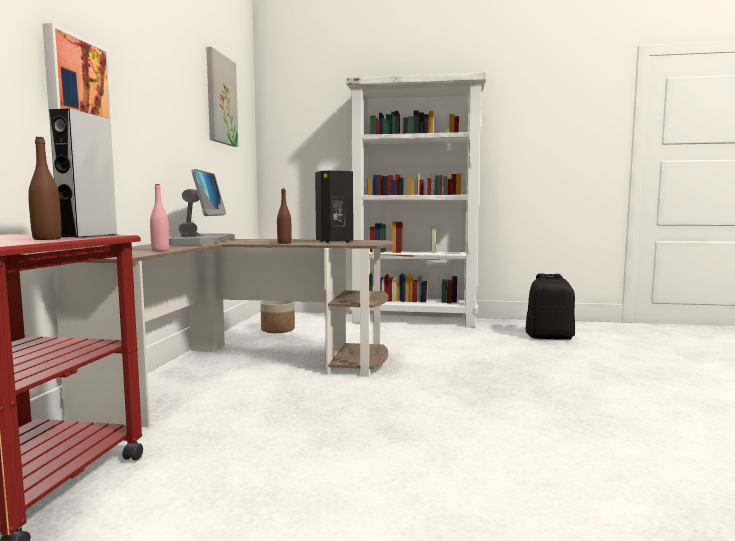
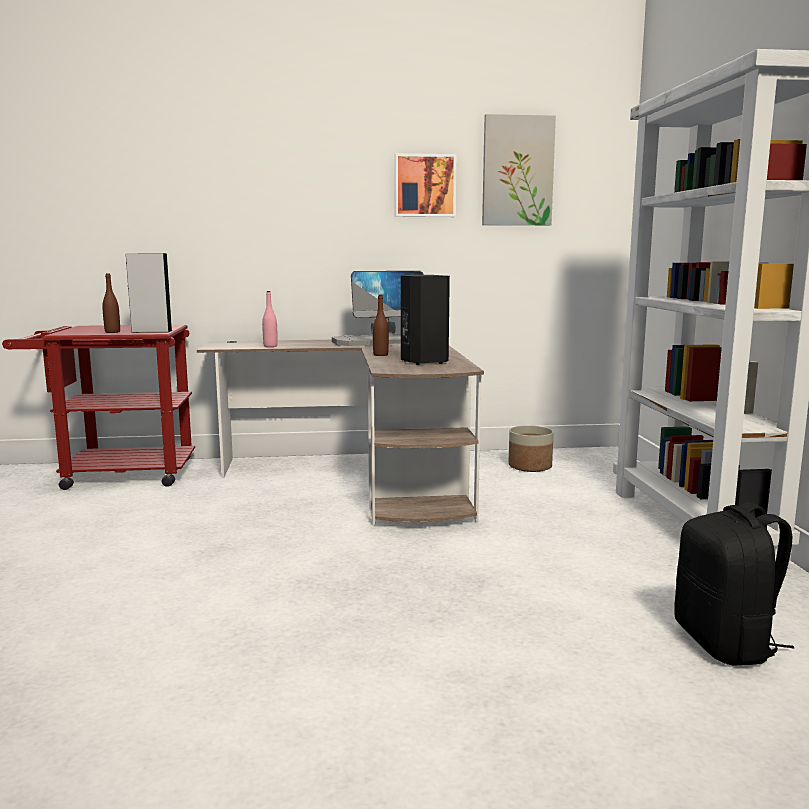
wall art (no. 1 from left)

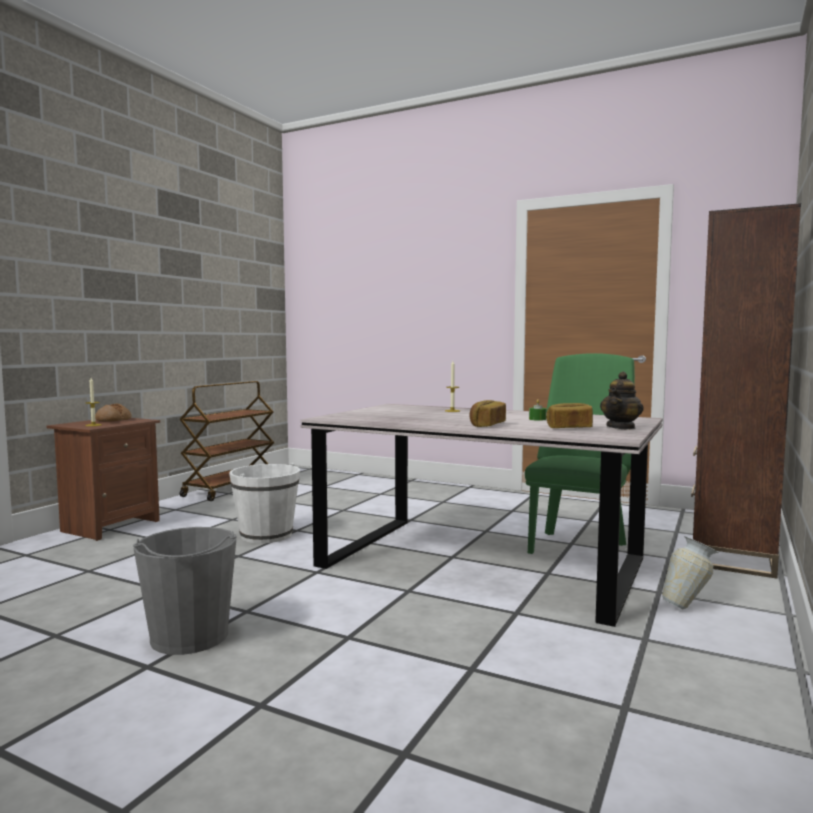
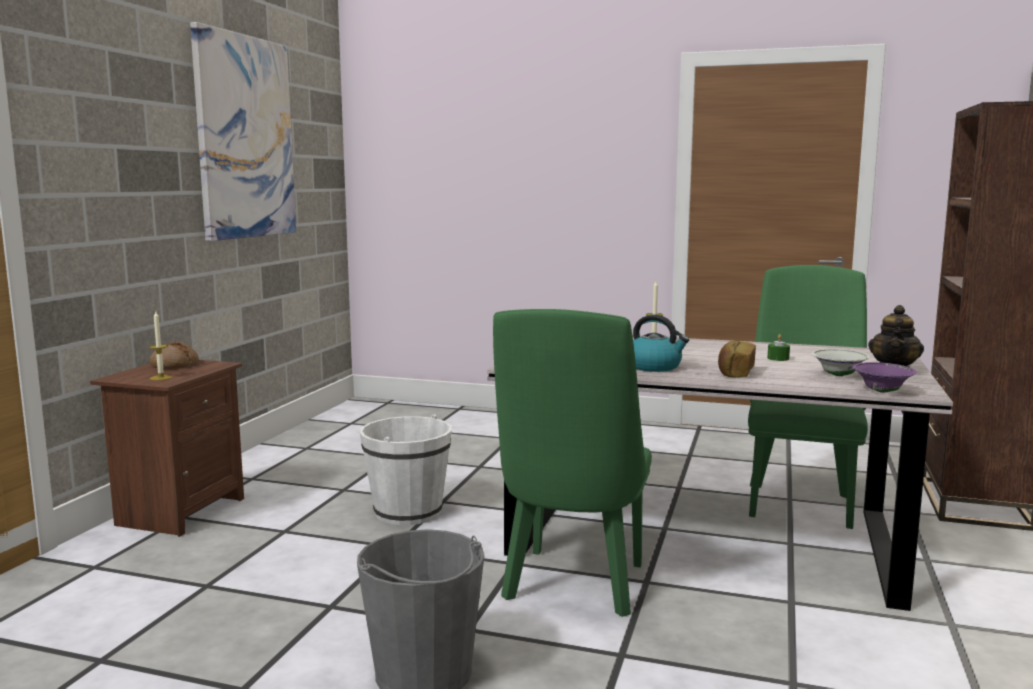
brownish cart; white-coloured serving bowl; decorative vase; wall art; green plain chair (no. 1 from left); water kettle; purple-coloured serving bowl

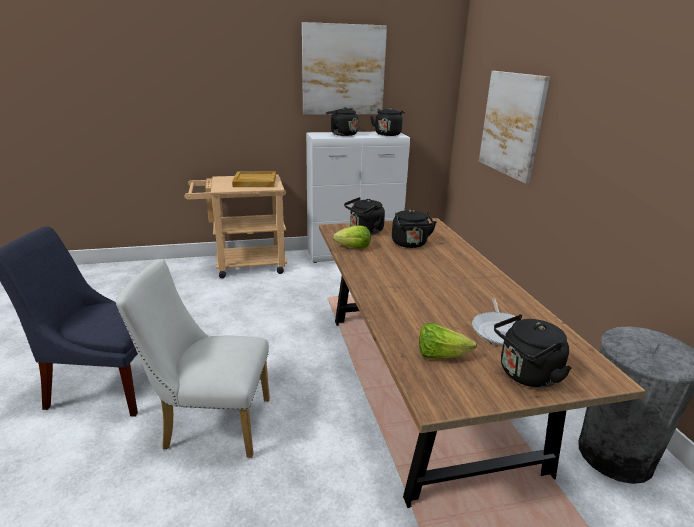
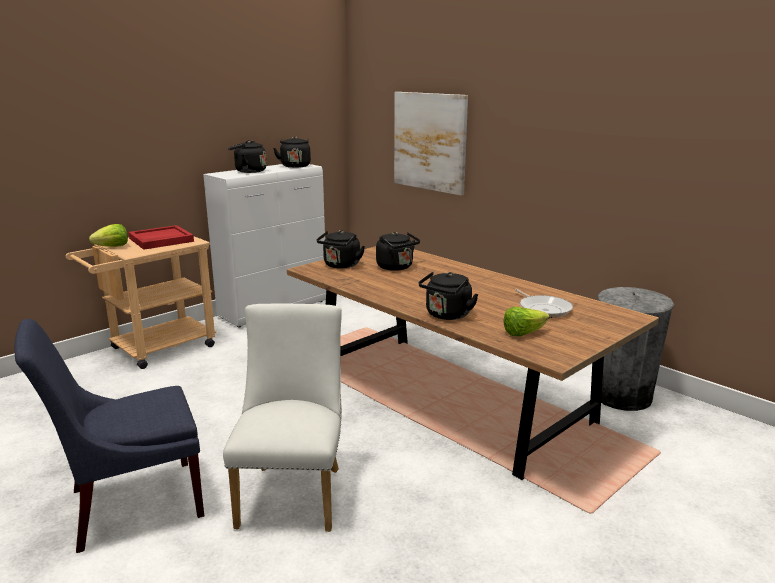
wall art (no. 1 from left in the first image); red-coloured serving tray; head of lettuce (no. 1 from left); white-coloured plain chair; black-coloured water kettle (no. 5 from left)

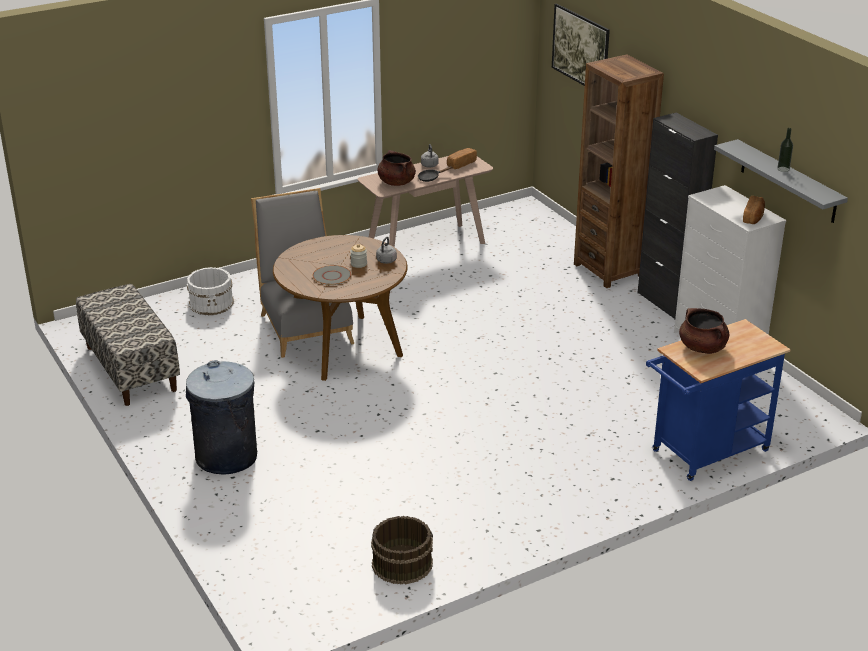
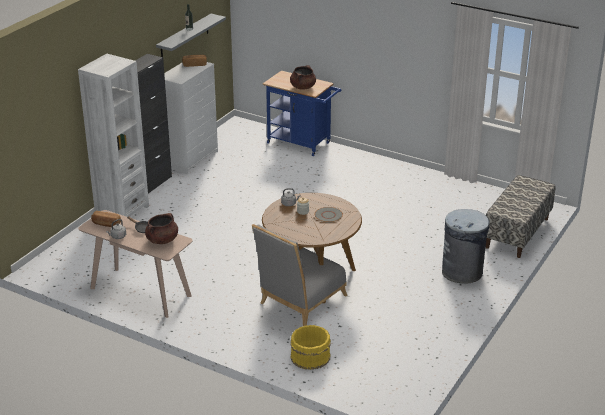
wall art; white-coloured bookshelf; yellowish bucket; bench; brownish bucket

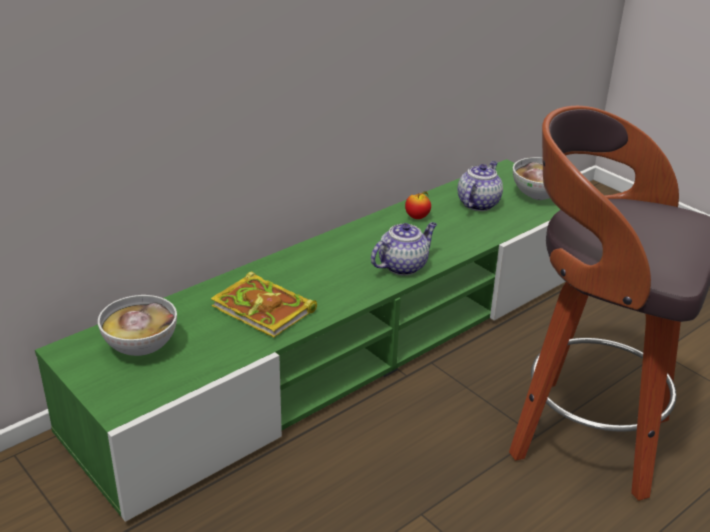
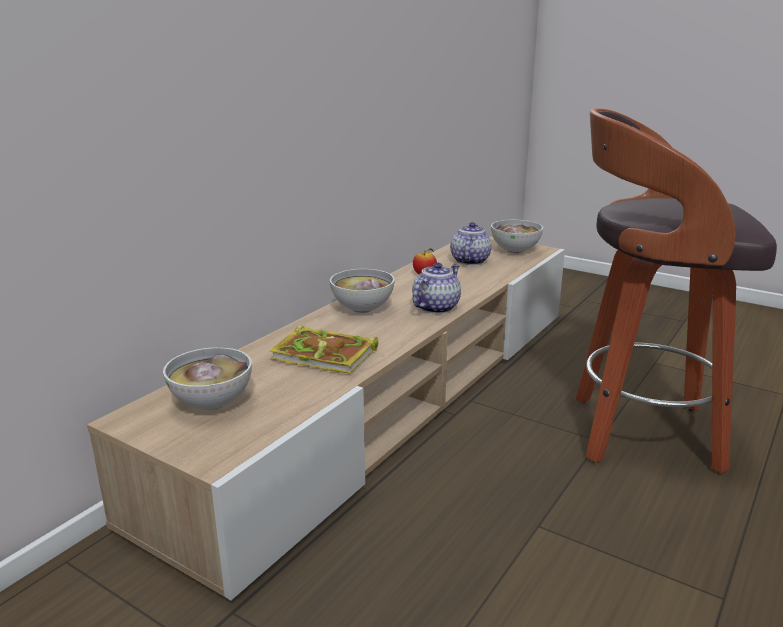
beige-coloured tv unit; serving bowl (no. 2 from left)

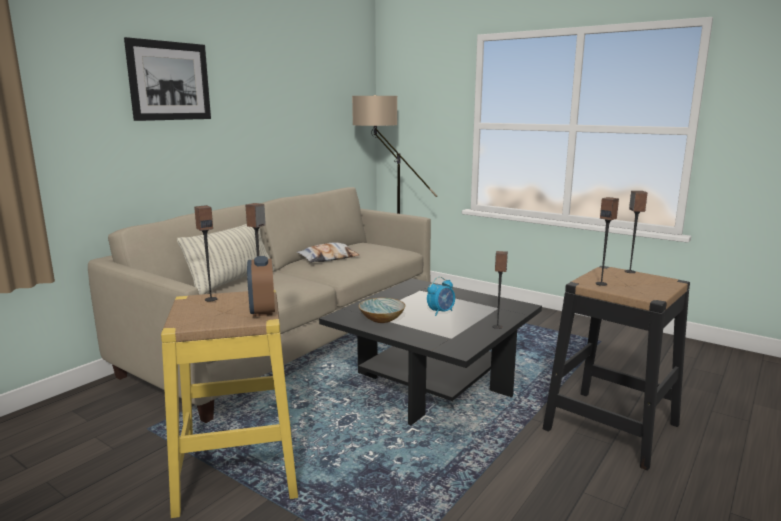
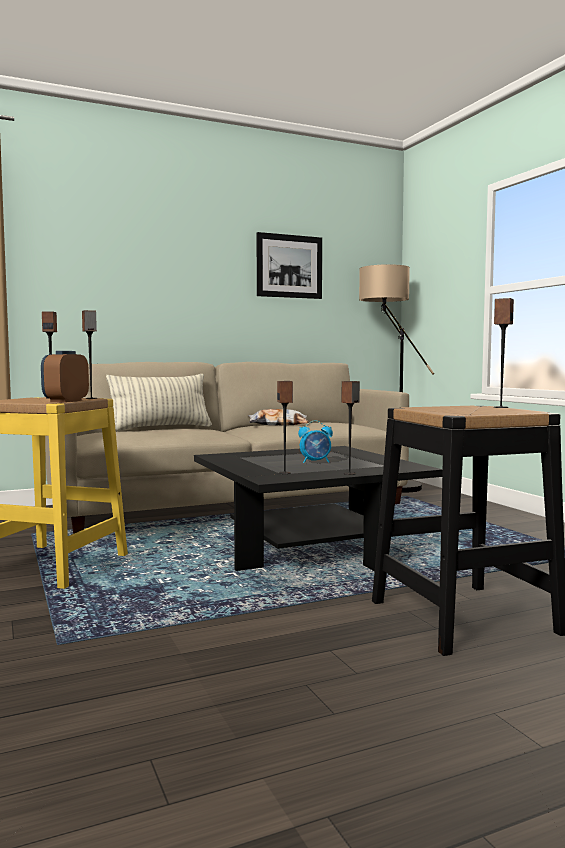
wall art; audio speaker (no. 3 from left); serving bowl

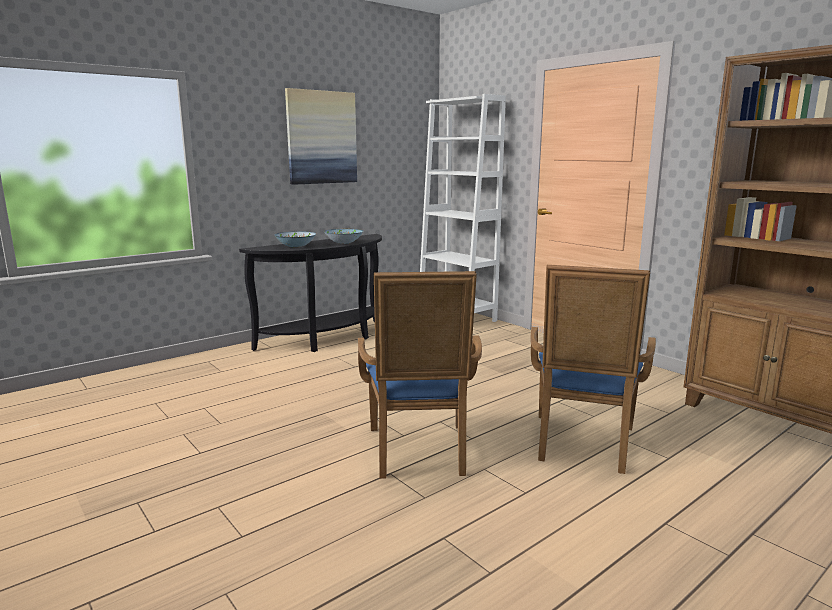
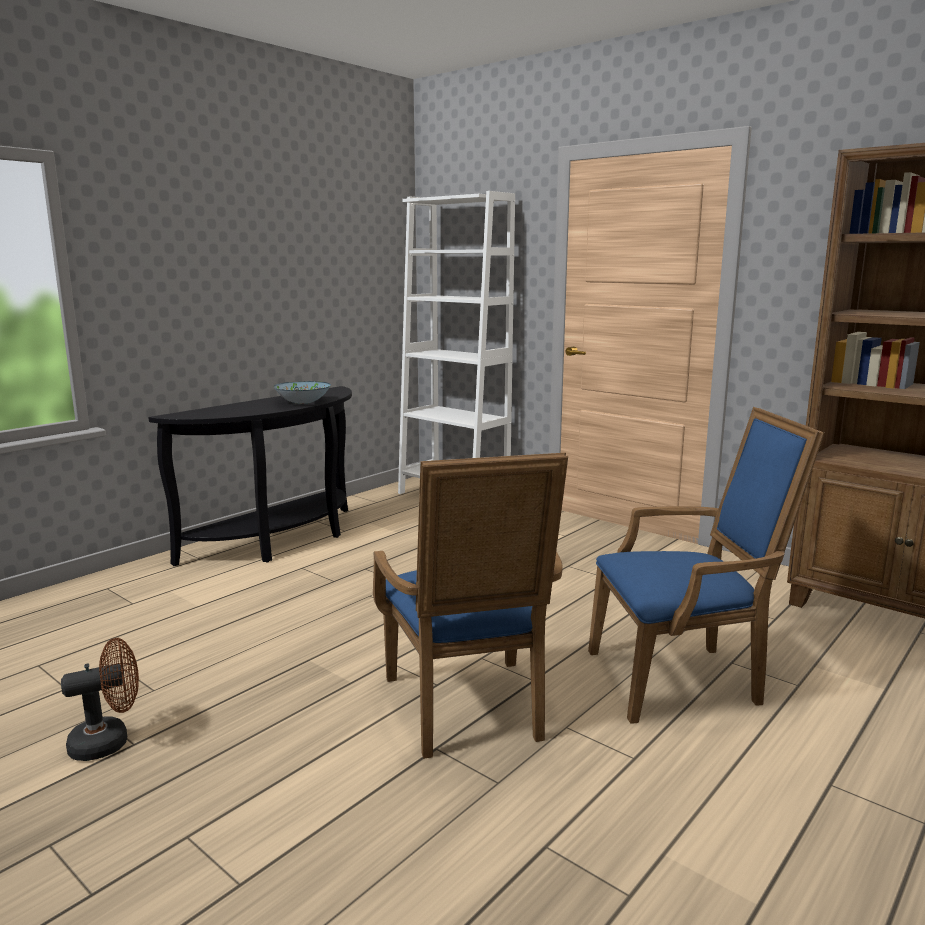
wall art; serving bowl (no. 1 from left in the first image); bluish easy chair (no. 2 from left); brownish cooling fan

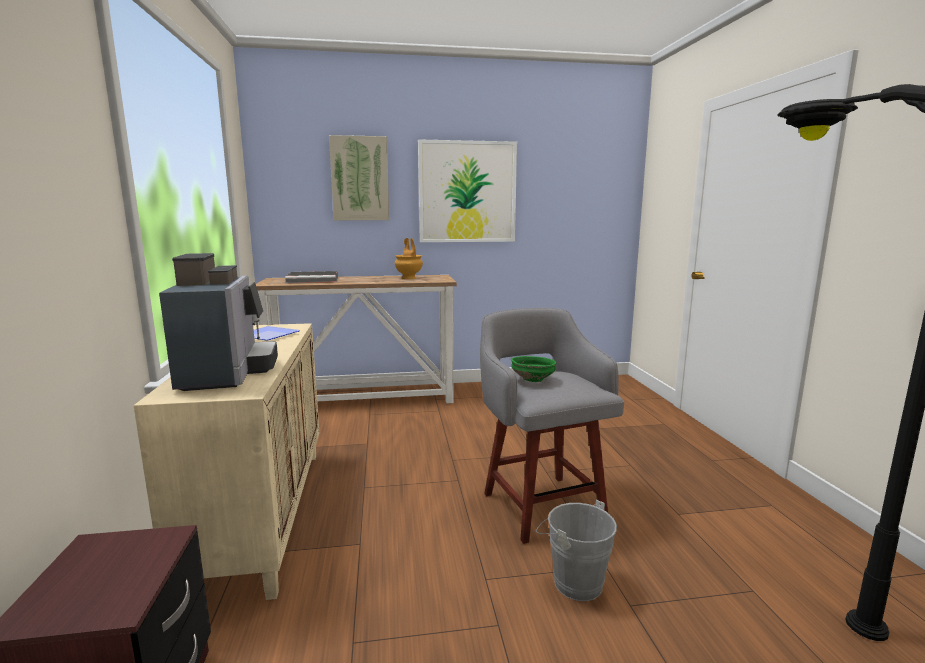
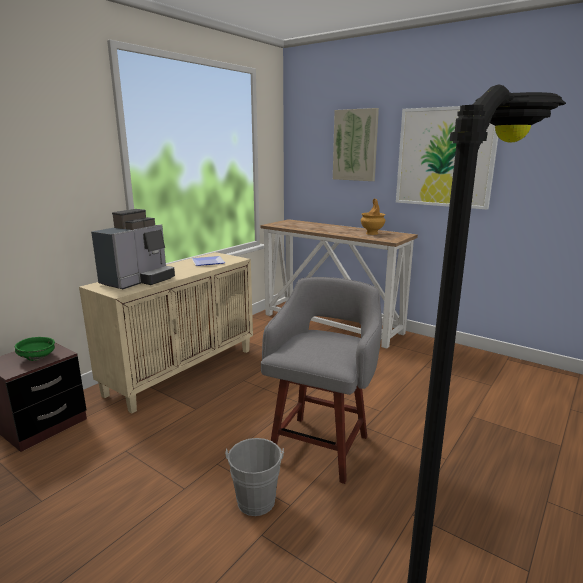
gray serving tray; green serving bowl

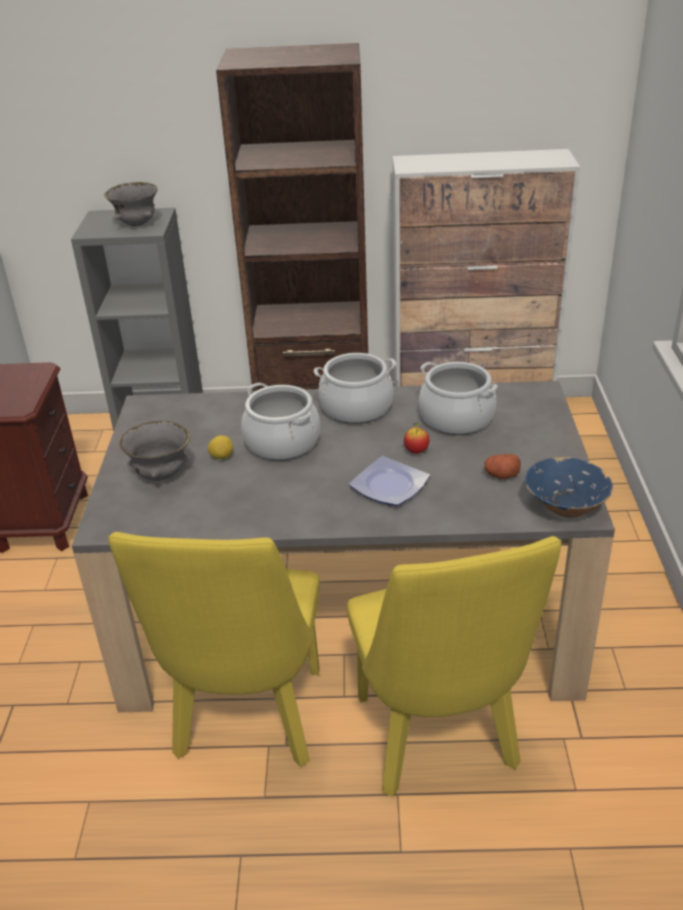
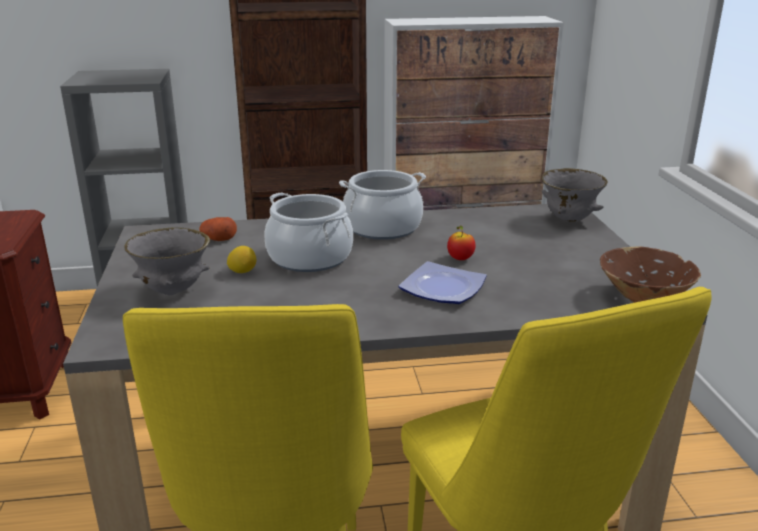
gray serving bowl (no. 2 from left); saucepot (no. 3 from left in the first image); whole potato; brownish serving bowl

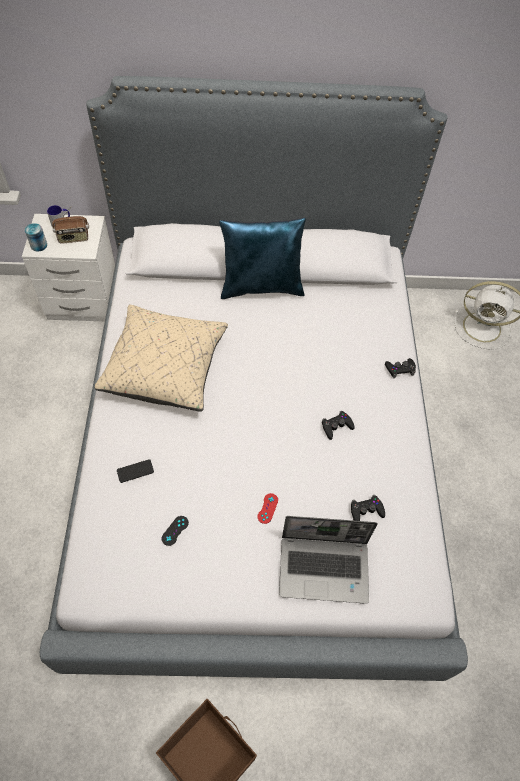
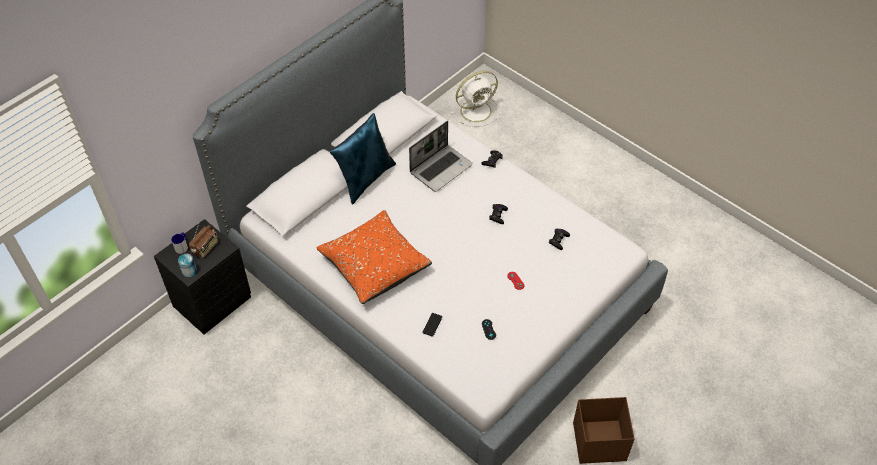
black-coloured night table; orangey throw pillow; laptop

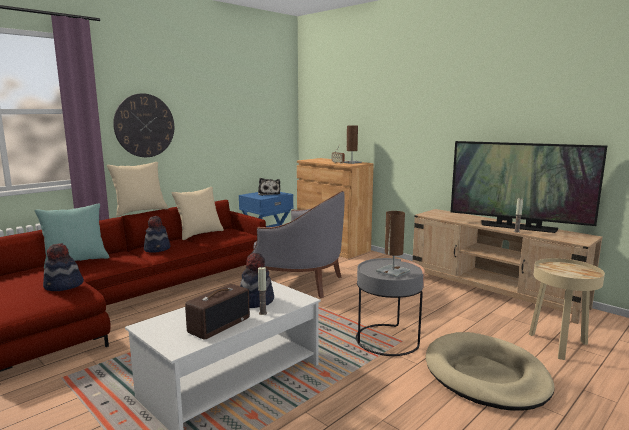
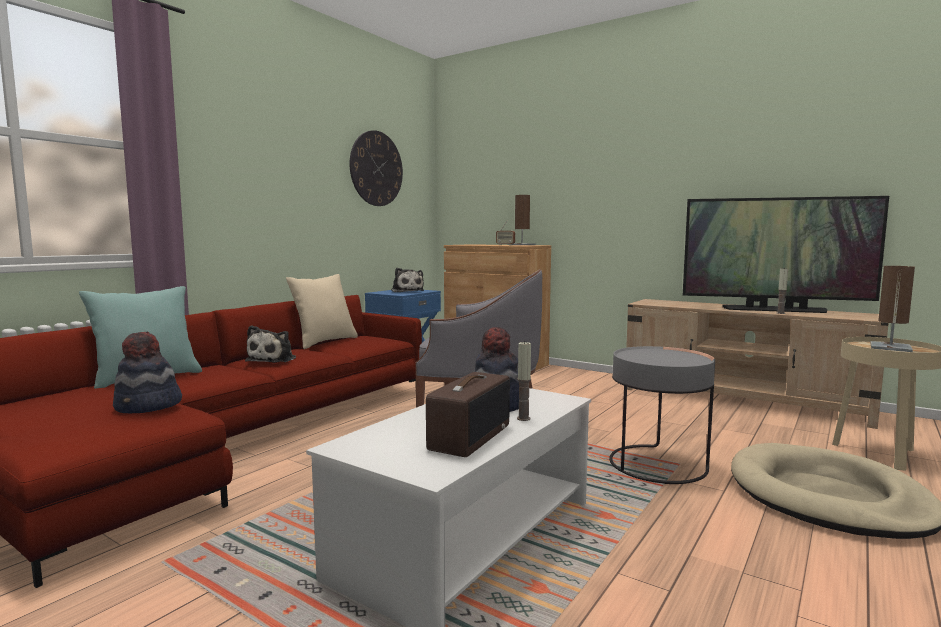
clock on the wall; beige-coloured throw pillow (no. 1 from left in the first image); brownish table lamp (no. 2 from left); cuddly toy (no. 1 from left)

